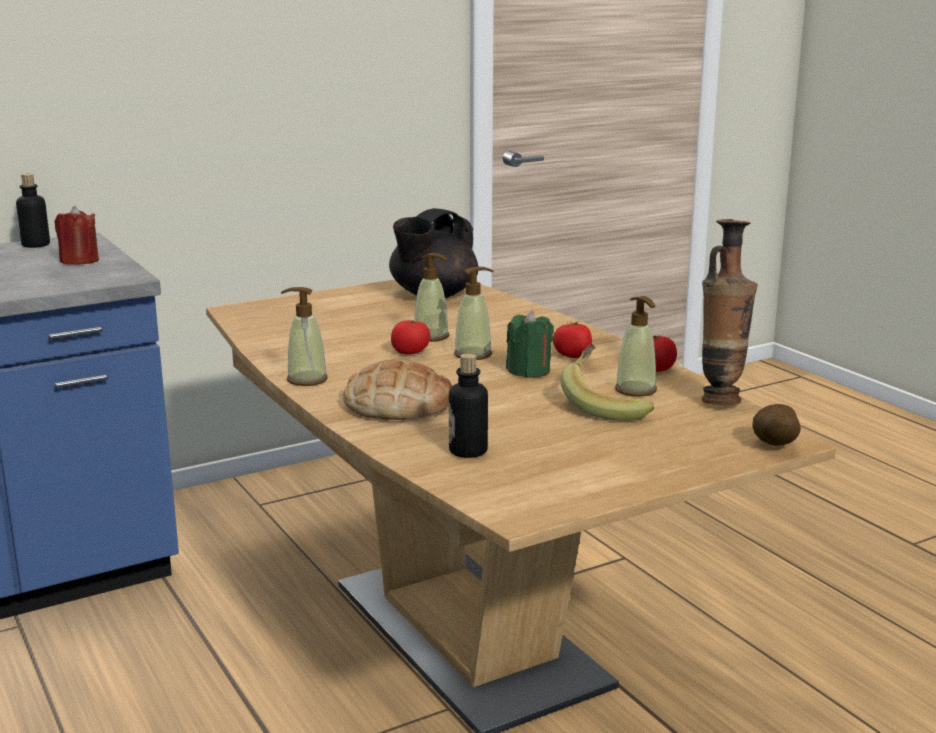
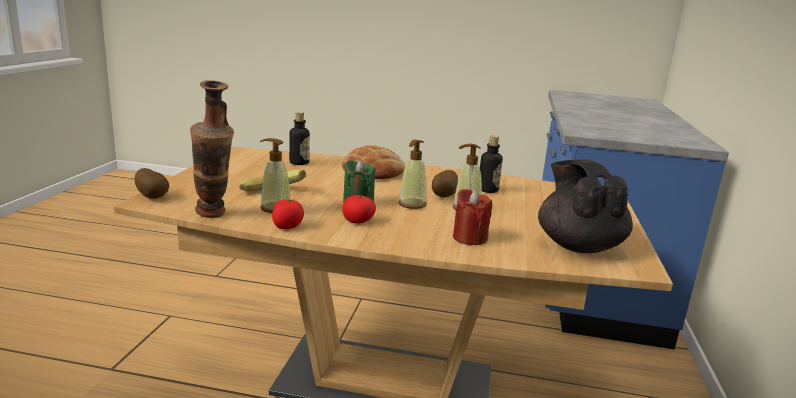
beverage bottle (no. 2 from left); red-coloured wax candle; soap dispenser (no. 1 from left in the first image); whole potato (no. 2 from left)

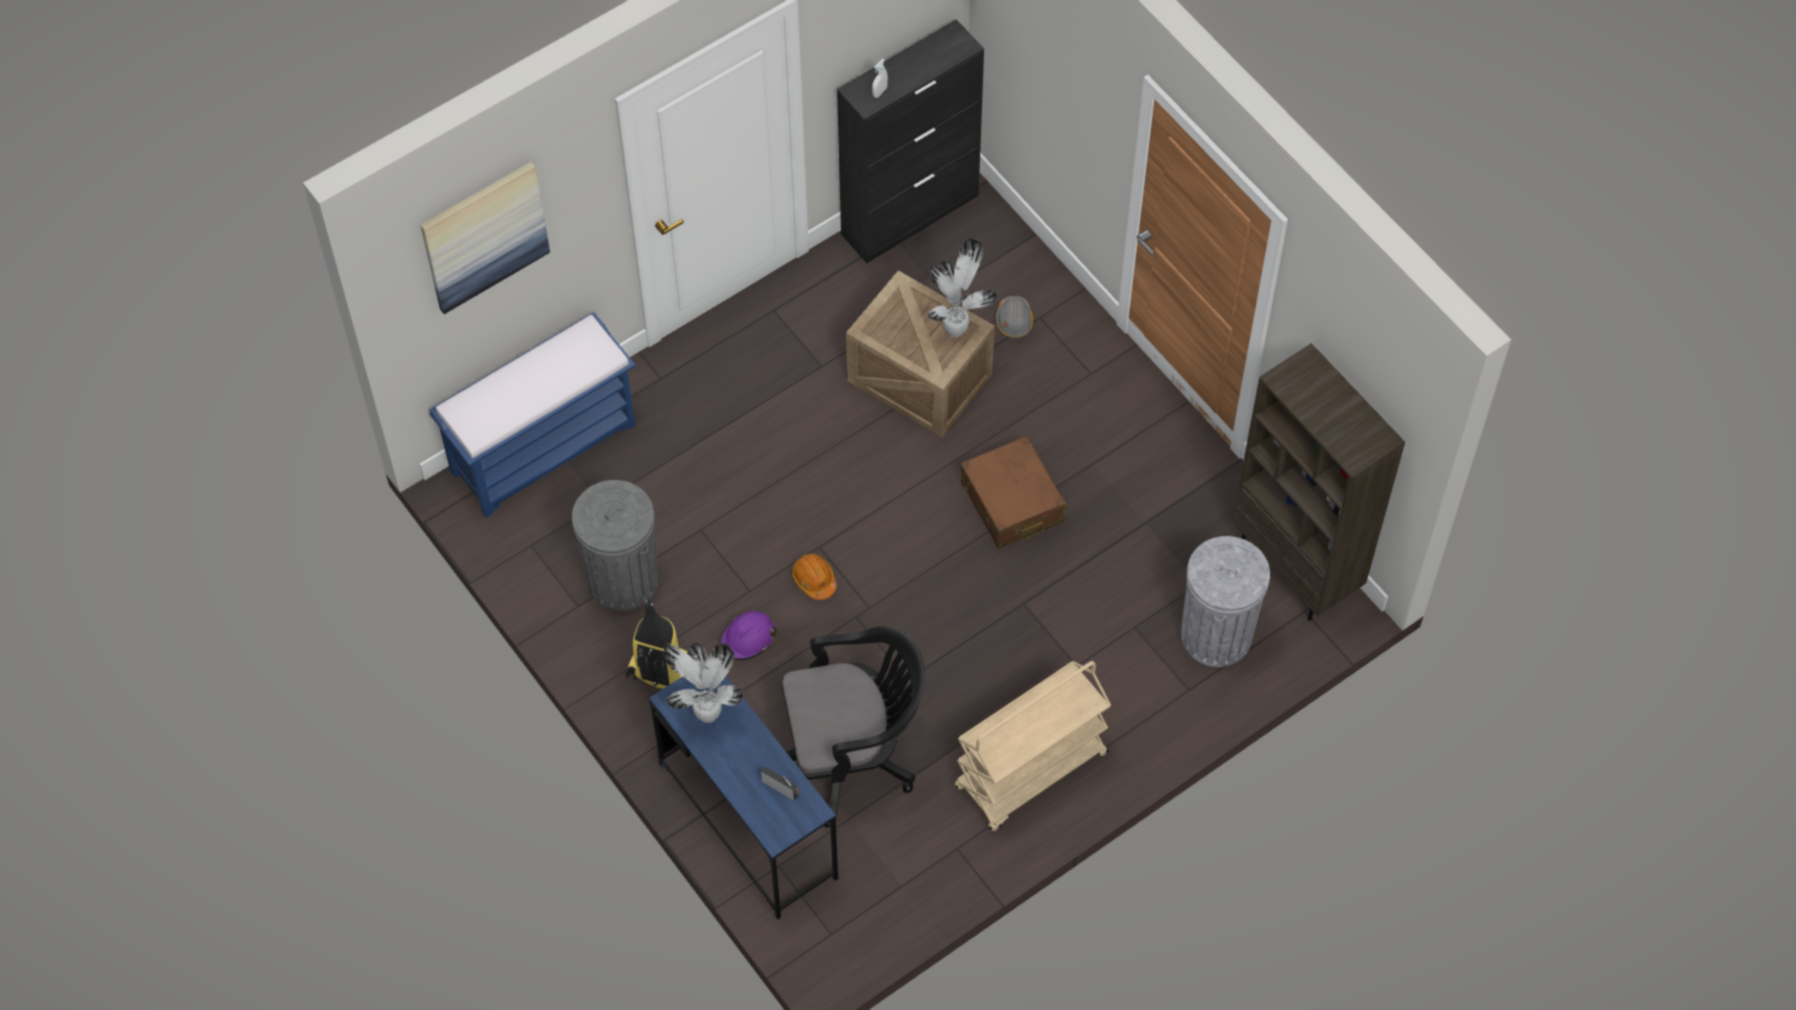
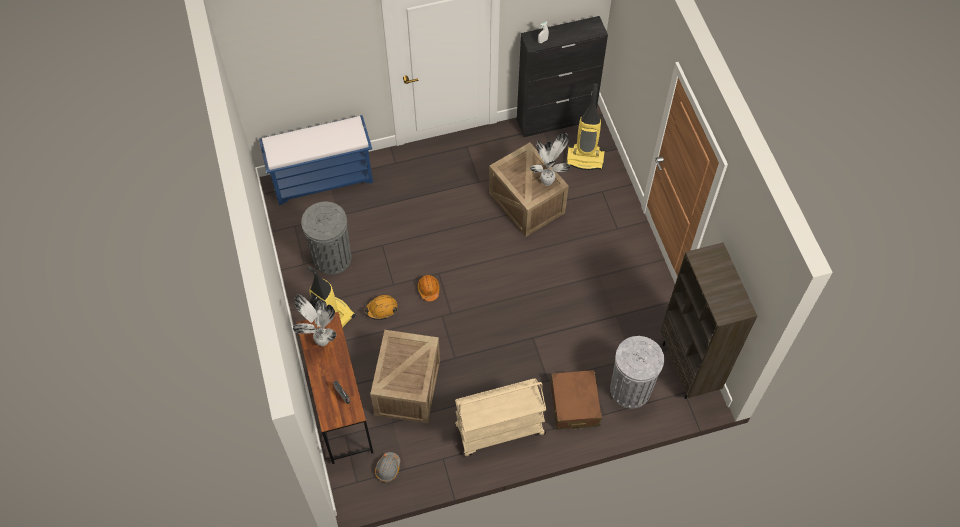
wall art; gray hard hat; brownish travel case; orangey hard hat (no. 1 from left); shipping crate (no. 1 from left); brownish desk; hoover (no. 2 from left)

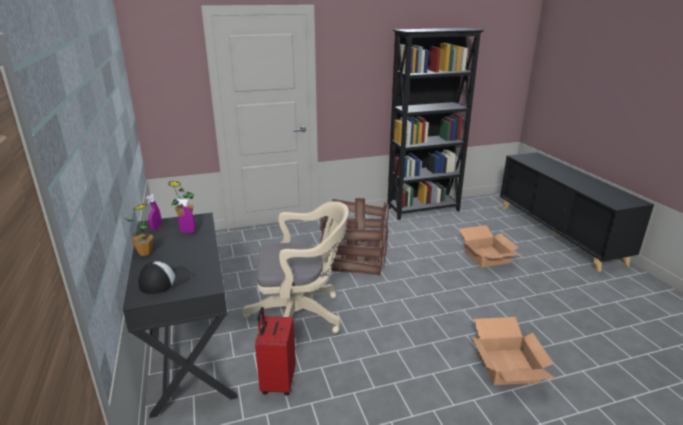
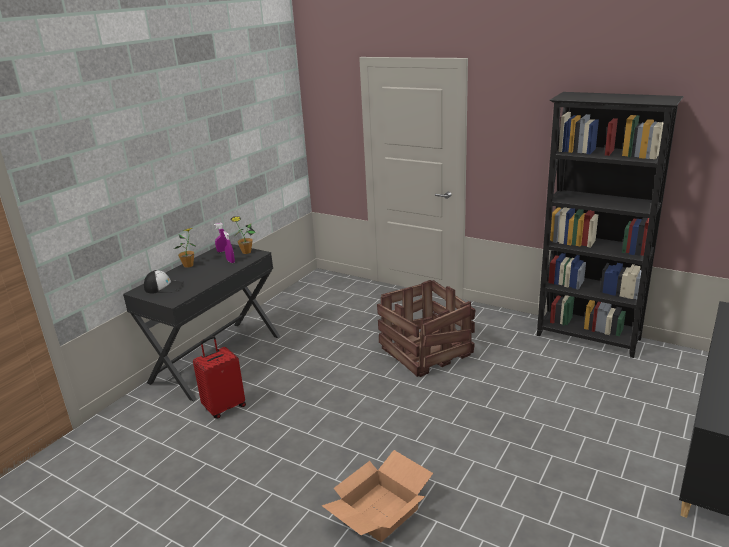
beige-coloured computer chair; carton (no. 1 from left in the first image)

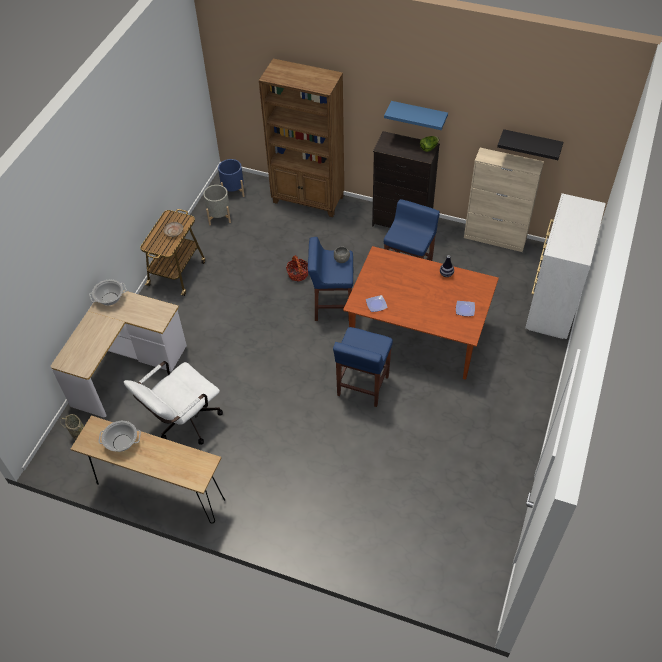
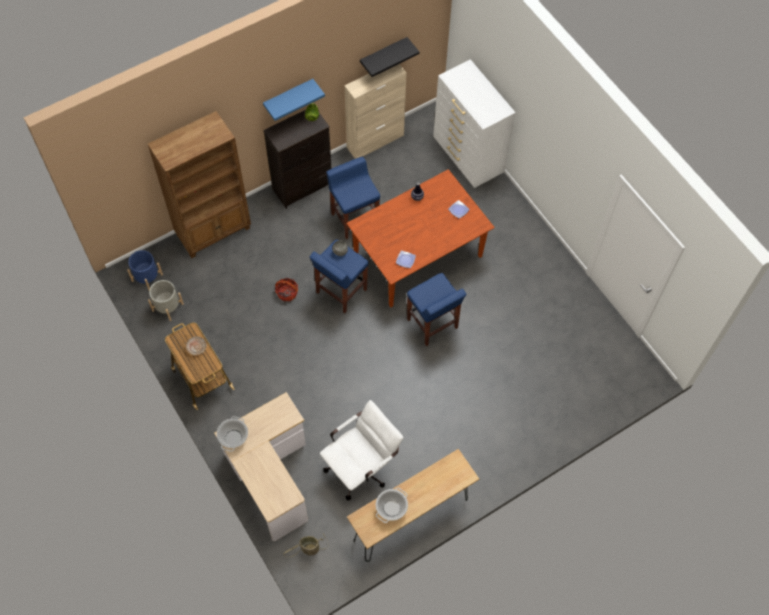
white-coloured computer chair

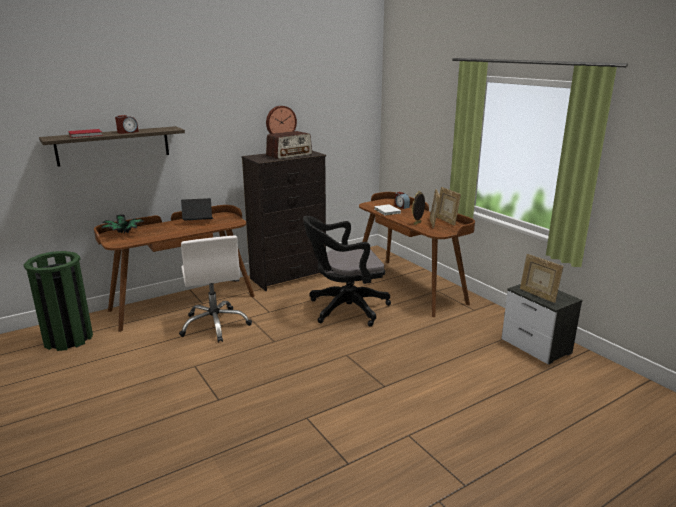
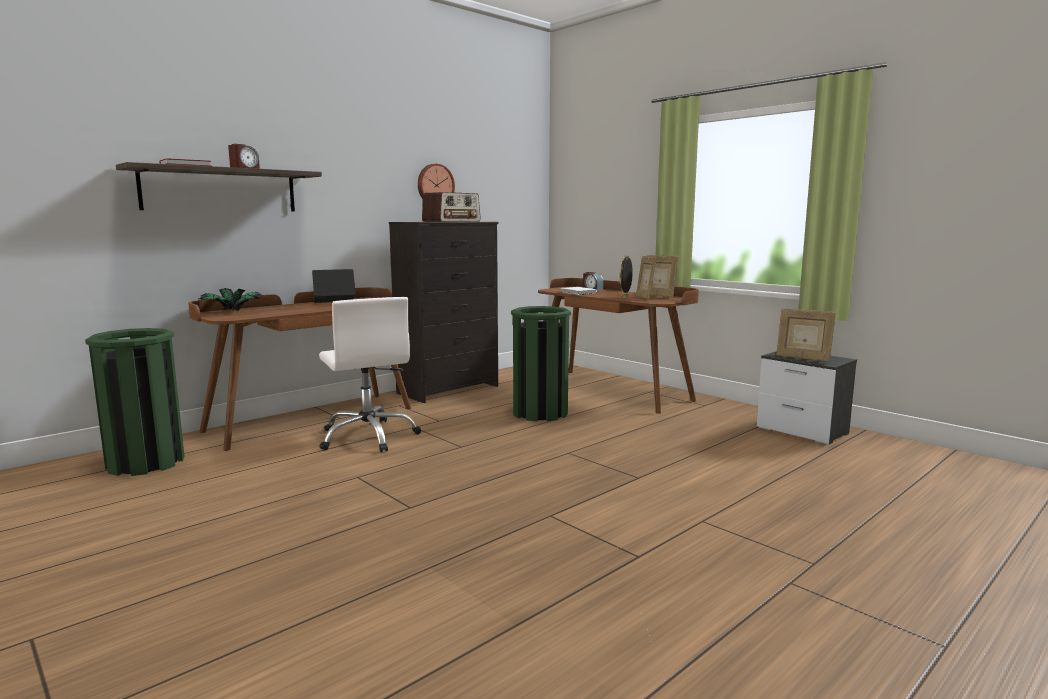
green rubbish bin (no. 2 from left)

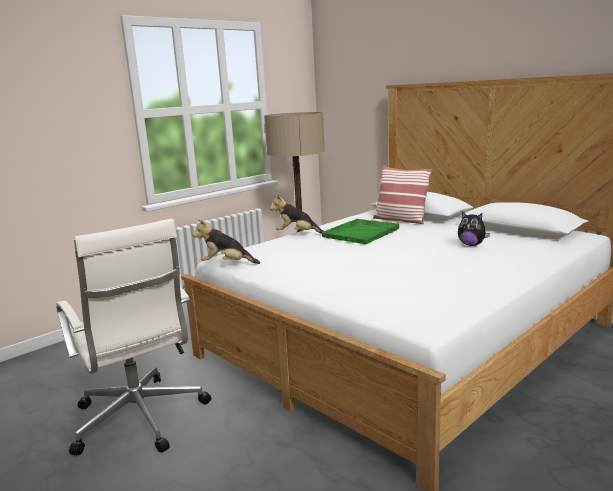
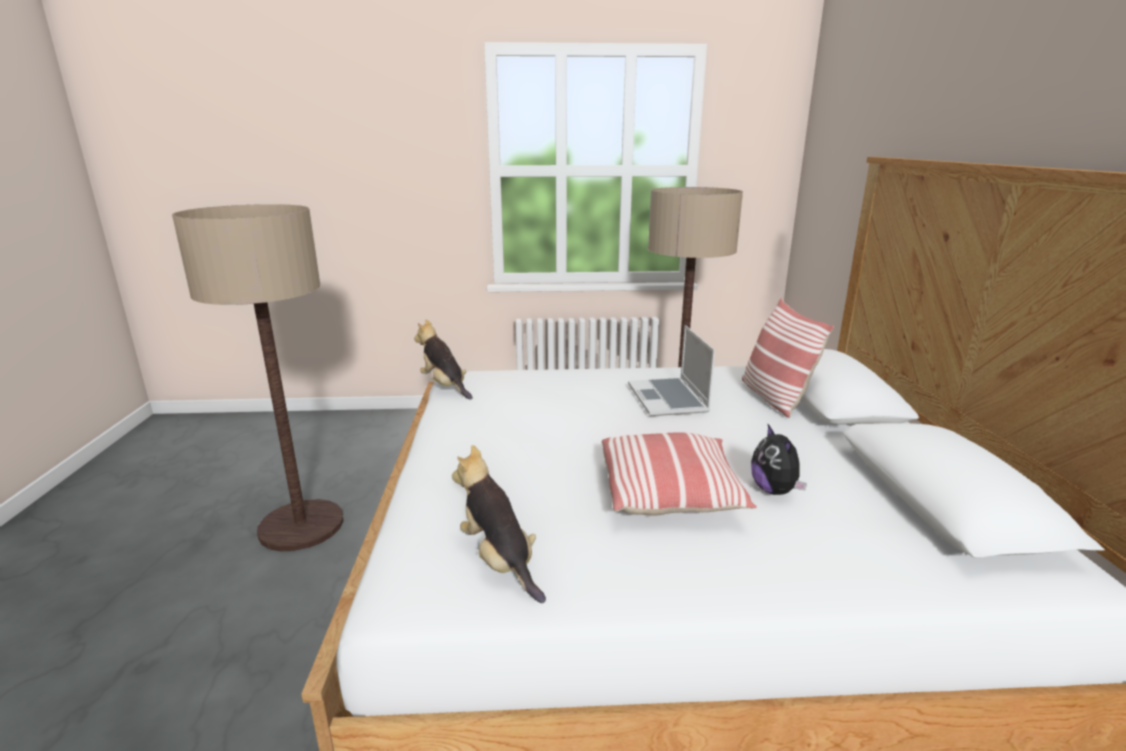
cuddly toy (no. 2 from left); floor lamp (no. 1 from left); laptop; throw pillow (no. 1 from left)

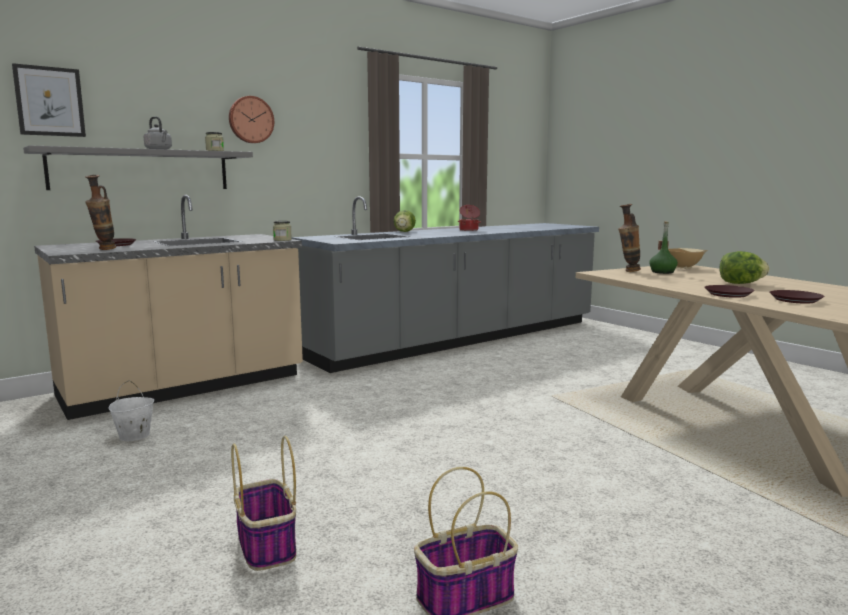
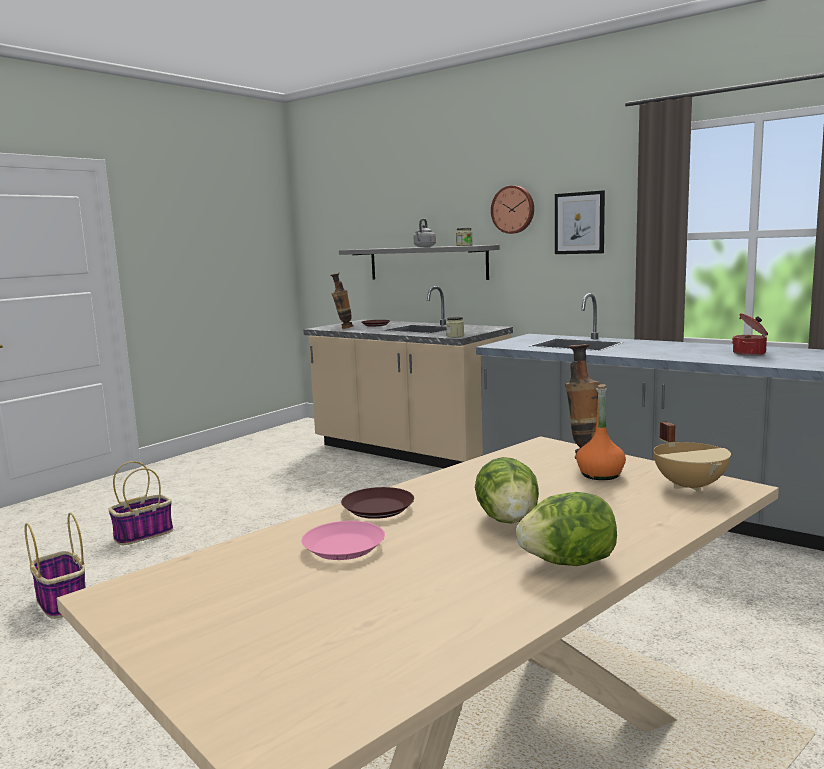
wall art; head of lettuce (no. 2 from left); orangey beverage bottle; pinkish dinner plate; white-coloured bucket

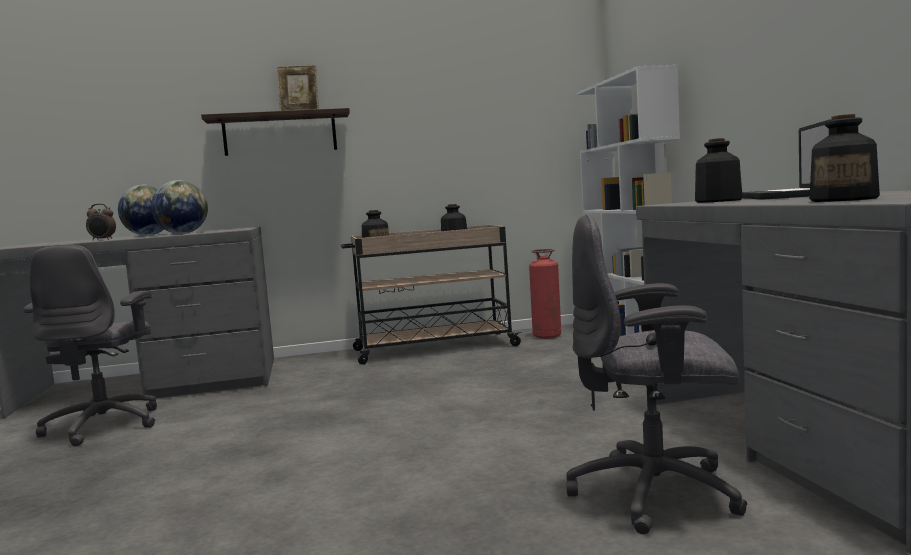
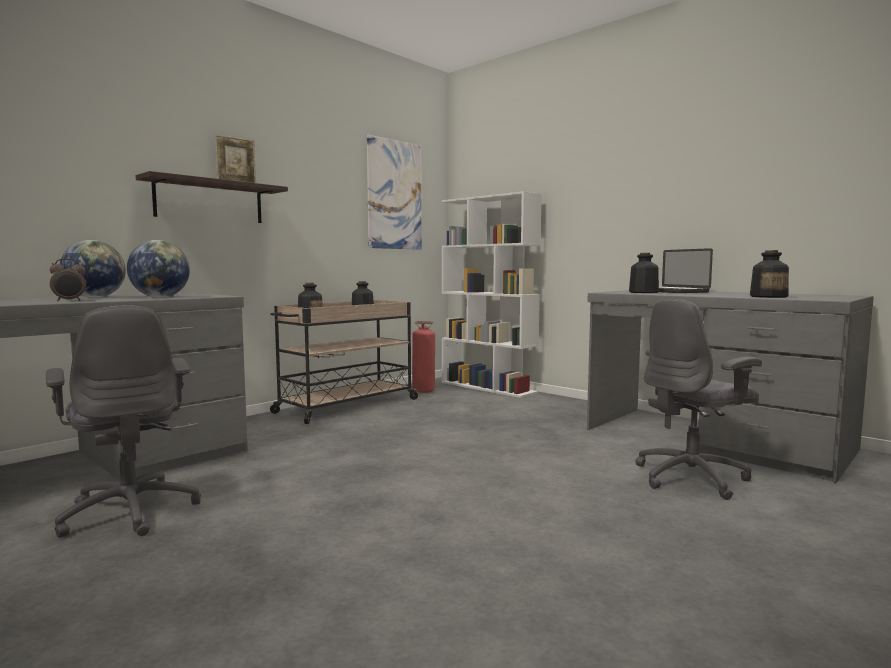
wall art

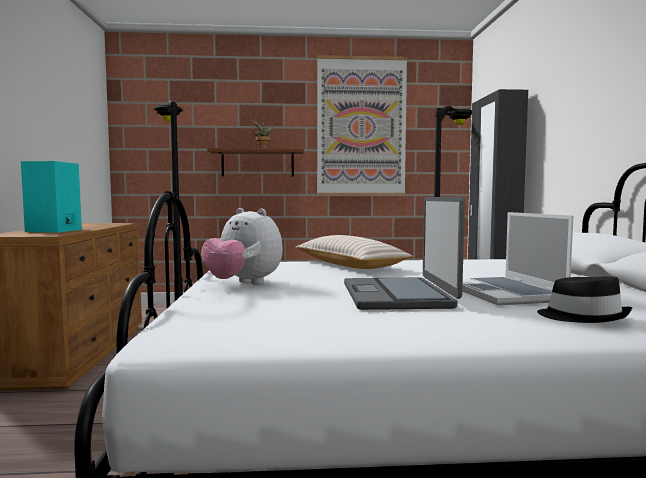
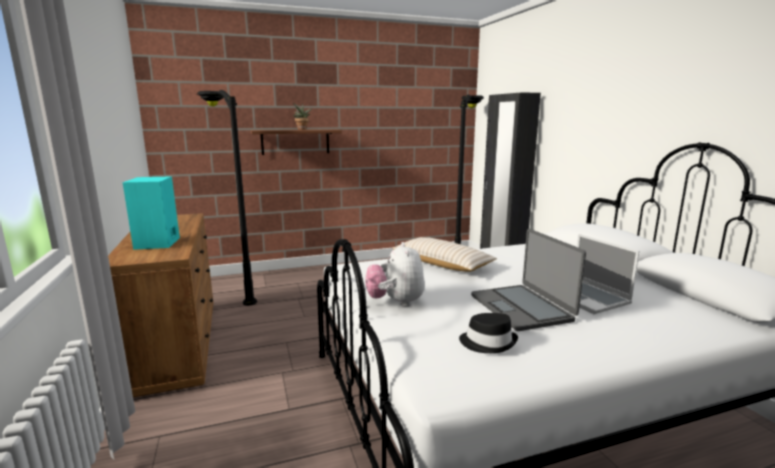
wall art; cuddly toy; black-coloured hat

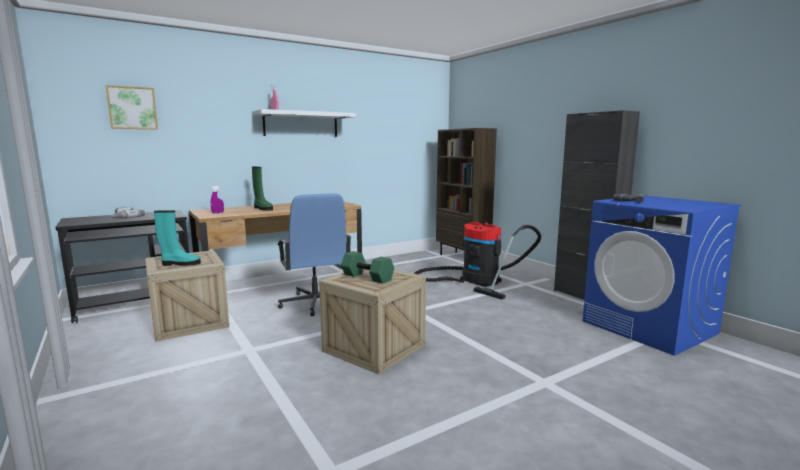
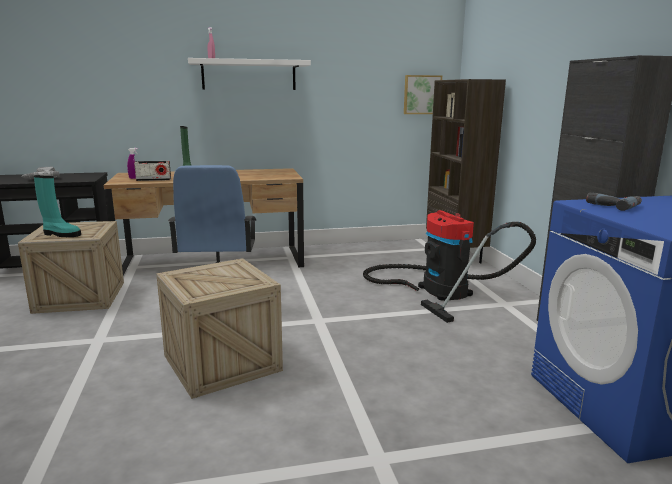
wall art; green dumbbell; radio receiver

